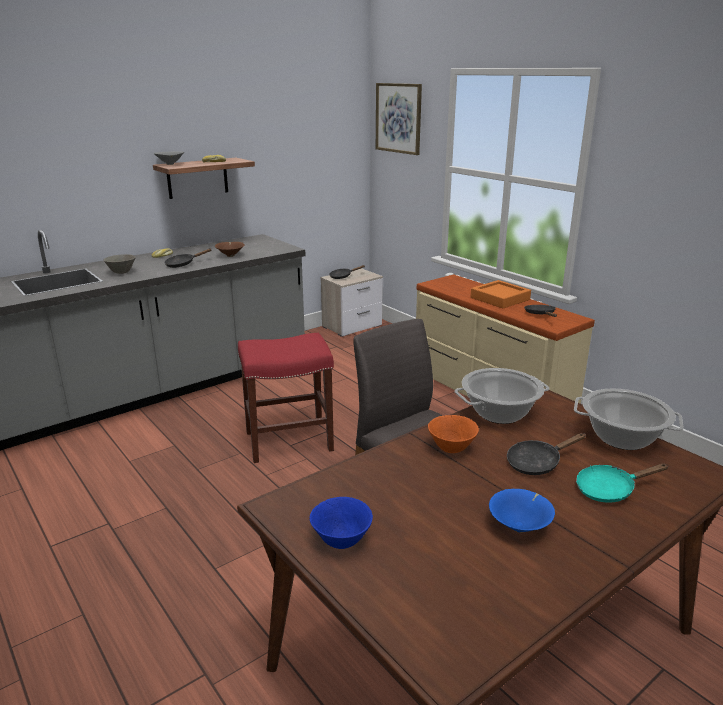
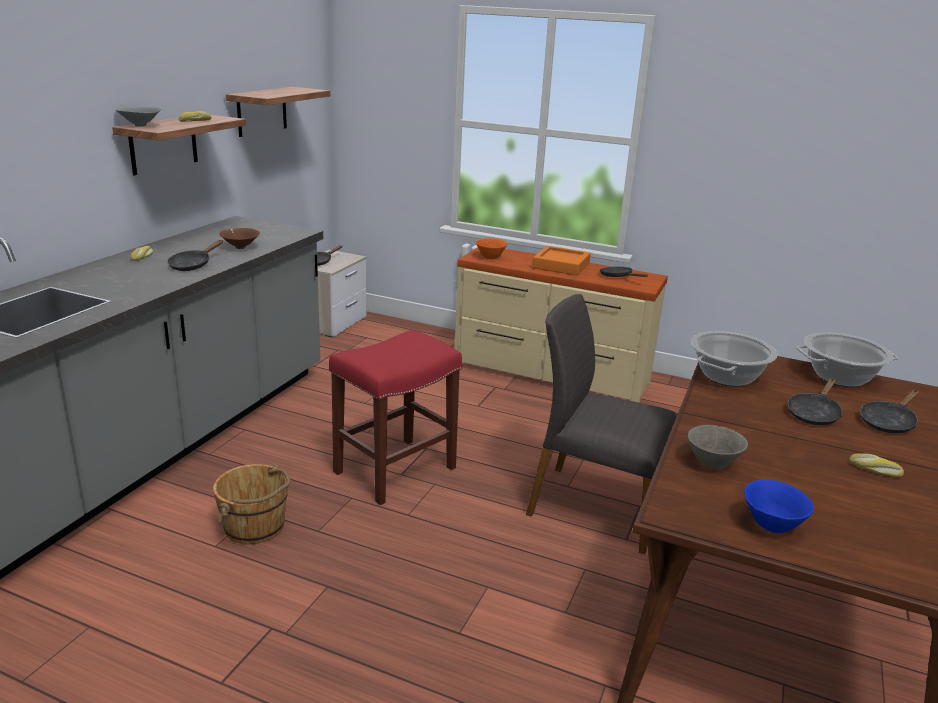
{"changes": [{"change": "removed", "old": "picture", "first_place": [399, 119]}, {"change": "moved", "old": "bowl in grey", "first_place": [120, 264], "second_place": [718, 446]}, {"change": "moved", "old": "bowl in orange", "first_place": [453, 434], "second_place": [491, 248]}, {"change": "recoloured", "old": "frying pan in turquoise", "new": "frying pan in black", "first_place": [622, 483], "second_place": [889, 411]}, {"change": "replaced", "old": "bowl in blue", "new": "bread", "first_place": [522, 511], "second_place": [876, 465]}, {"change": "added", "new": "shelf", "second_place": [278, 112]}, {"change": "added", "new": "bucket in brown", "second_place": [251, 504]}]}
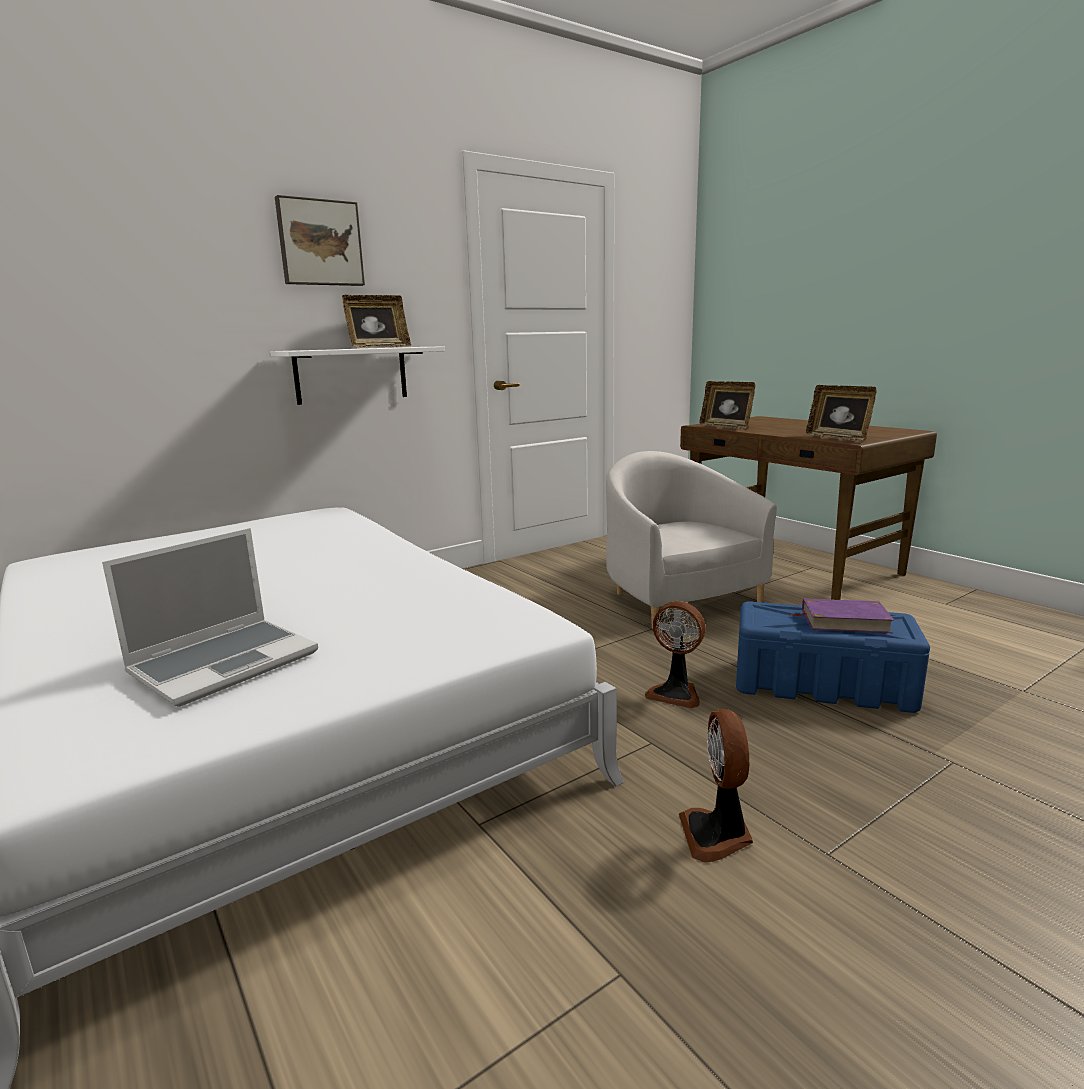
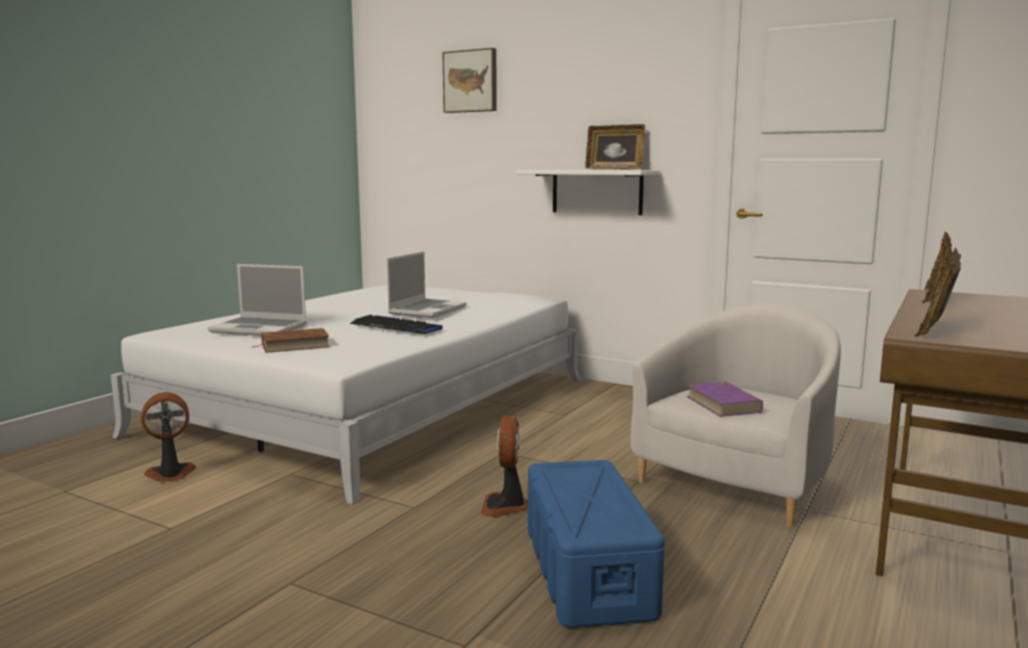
{"changes": [{"change": "moved", "old": "picture", "first_place": [320, 240], "second_place": [469, 80]}, {"change": "moved", "old": "book in purple", "first_place": [842, 616], "second_place": [725, 399]}, {"change": "moved", "old": "fan", "first_place": [716, 786], "second_place": [168, 437]}, {"change": "added", "new": "laptop", "second_place": [427, 284]}, {"change": "added", "new": "keyboard", "second_place": [396, 324]}, {"change": "added", "new": "book in brown", "second_place": [290, 340]}]}
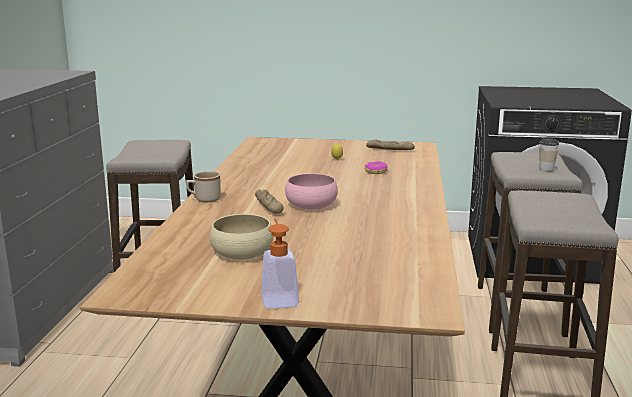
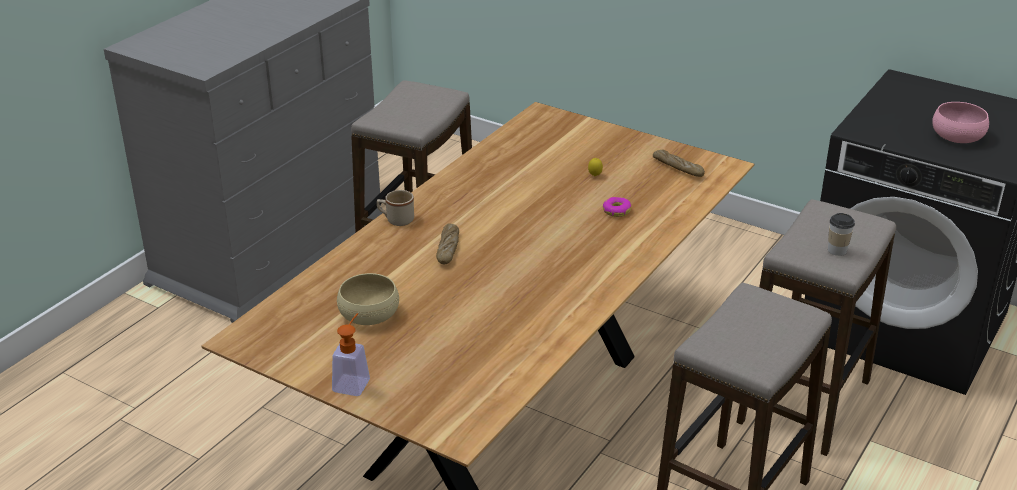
{"changes": [{"change": "moved", "old": "bowl in pink", "first_place": [311, 191], "second_place": [960, 122]}]}
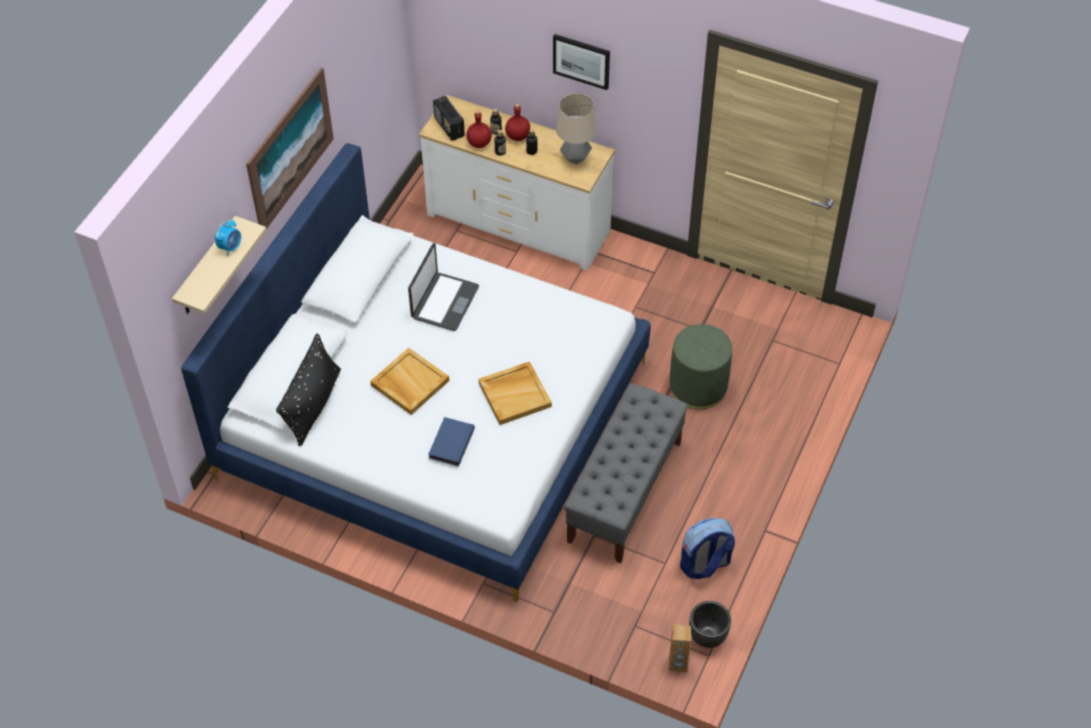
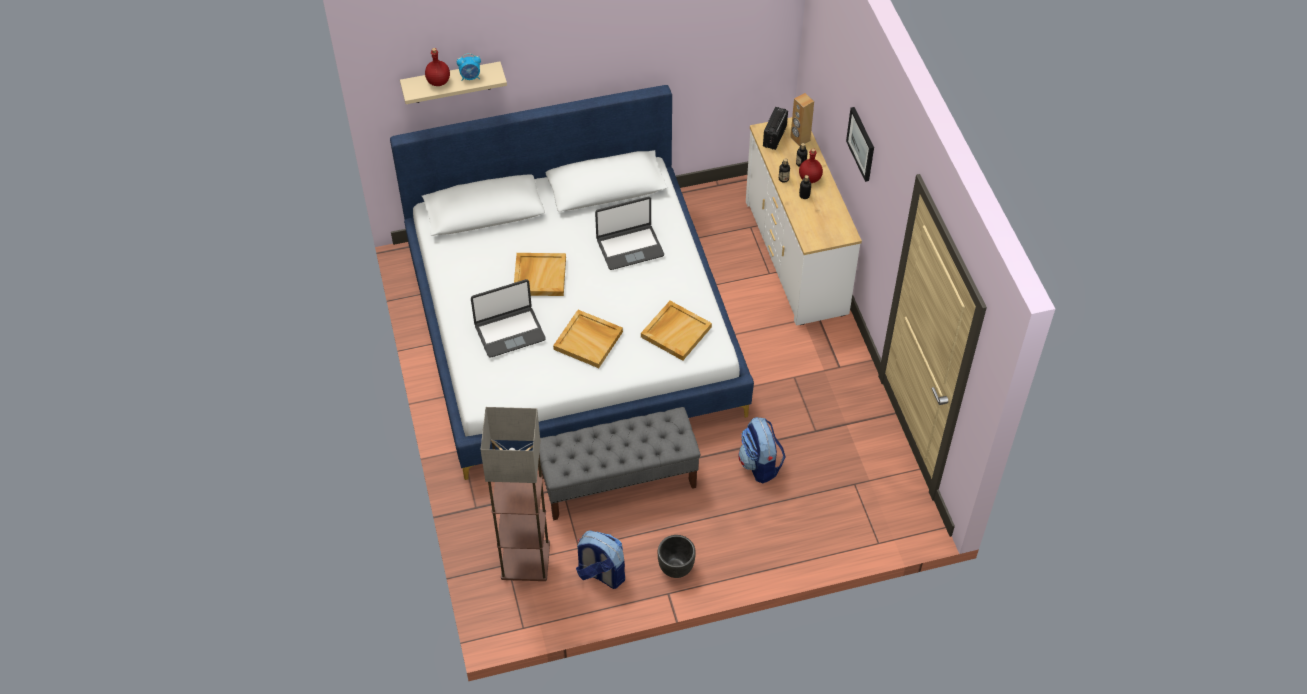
{"changes": [{"change": "removed", "old": "picture", "first_place": [290, 148]}, {"change": "removed", "old": "table lamp", "first_place": [576, 128]}, {"change": "moved", "old": "bottle in red", "first_place": [479, 129], "second_place": [437, 67]}, {"change": "replaced", "old": "ottoman in green", "new": "backpack", "first_place": [701, 366], "second_place": [762, 450]}, {"change": "removed", "old": "pillow in black", "first_place": [308, 389]}, {"change": "replaced", "old": "book in blue", "new": "laptop", "first_place": [451, 441], "second_place": [508, 318]}, {"change": "moved", "old": "planter in black", "first_place": [710, 624], "second_place": [677, 556]}, {"change": "moved", "old": "speaker in brown", "first_place": [680, 648], "second_place": [802, 119]}, {"change": "added", "new": "tray in beige", "second_place": [676, 331]}, {"change": "added", "new": "floor lamp", "second_place": [515, 494]}]}
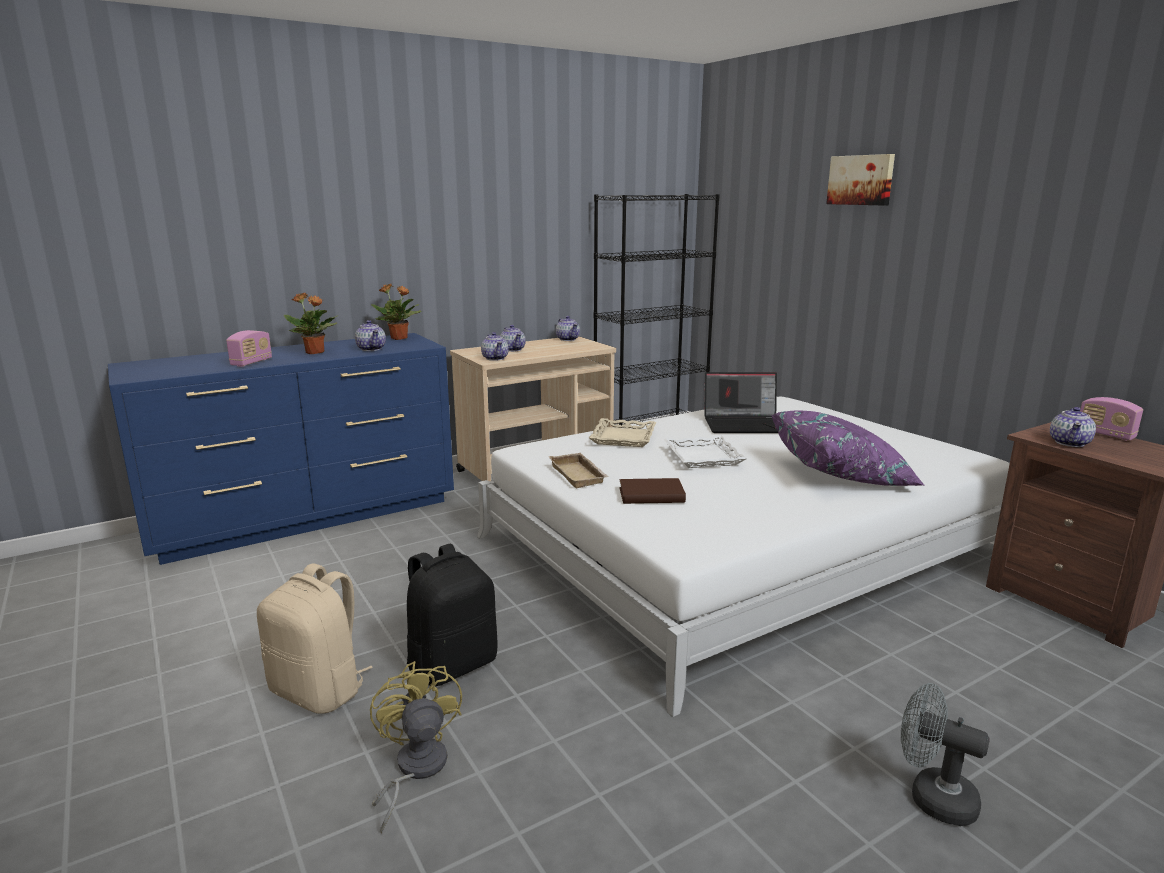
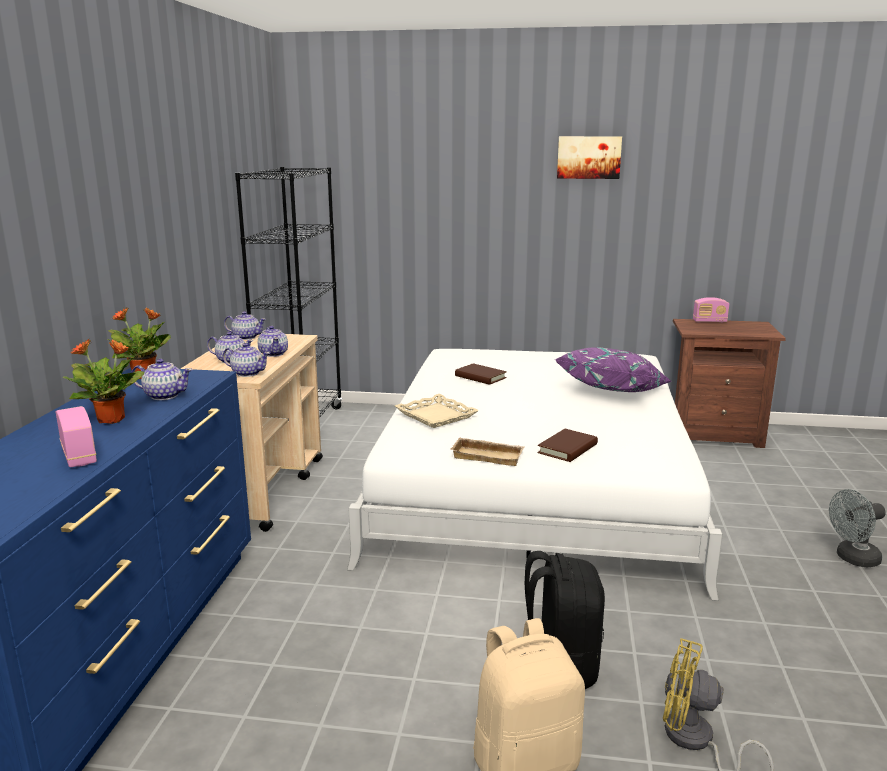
{"changes": [{"change": "moved", "old": "picture", "first_place": [860, 179], "second_place": [589, 157]}, {"change": "replaced", "old": "laptop", "new": "book in brown", "first_place": [741, 402], "second_place": [481, 374]}, {"change": "moved", "old": "teapot", "first_place": [1073, 427], "second_place": [273, 341]}, {"change": "removed", "old": "tray in white", "first_place": [705, 452]}]}
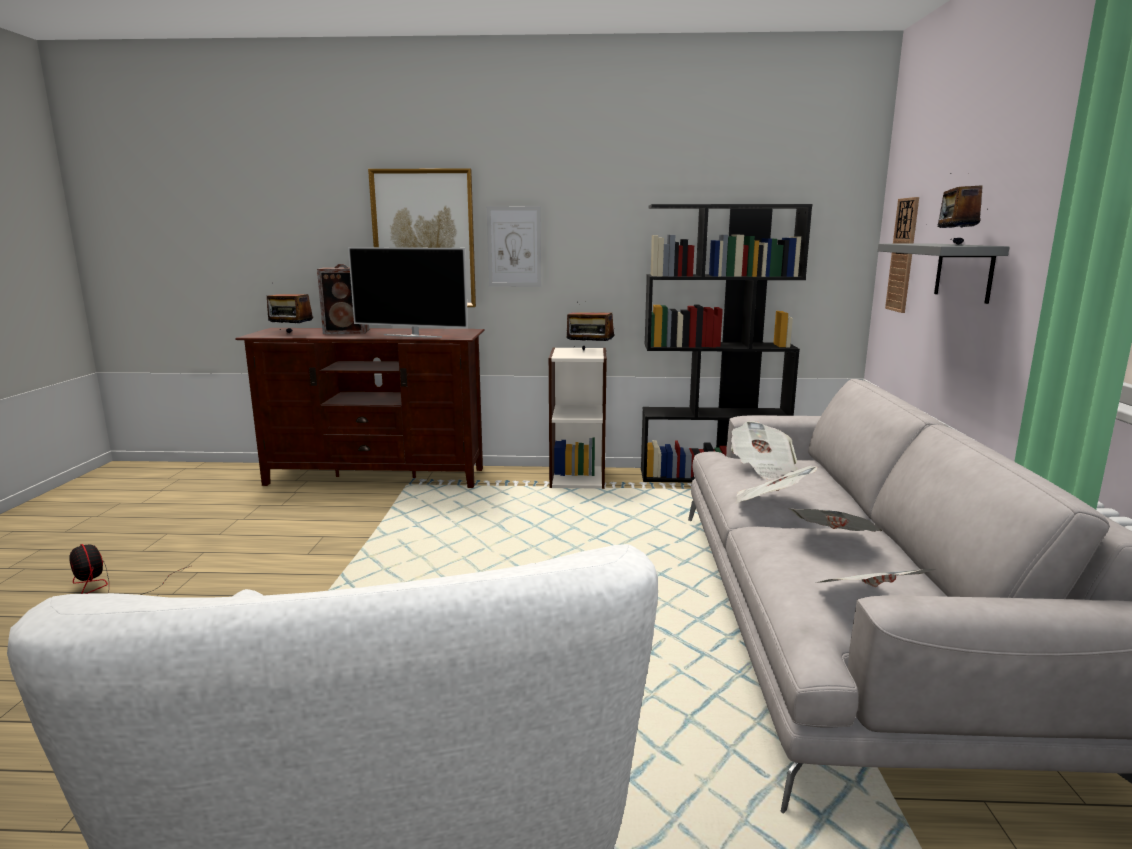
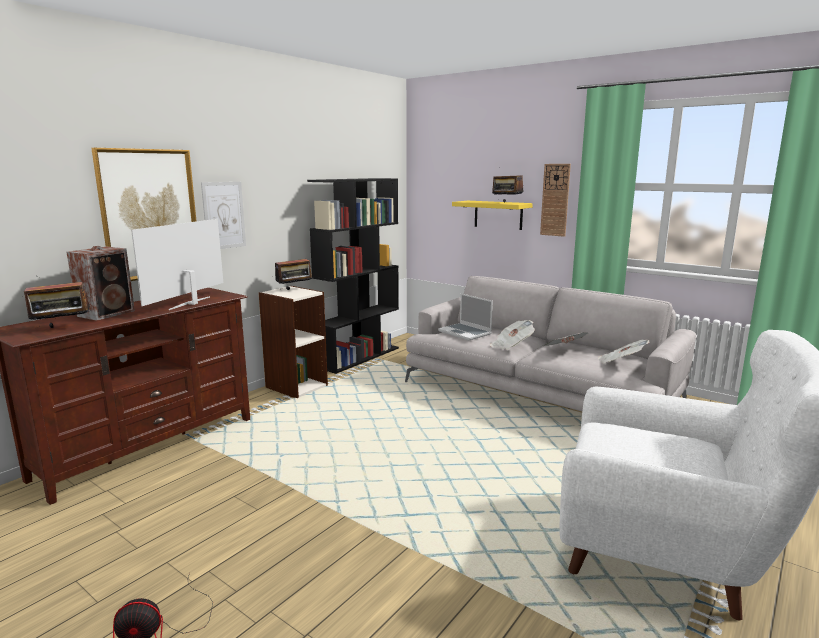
{"changes": [{"change": "moved", "old": "wall clock", "first_place": [902, 255], "second_place": [555, 200]}, {"change": "recoloured", "old": "shelf in grey", "new": "shelf in yellow", "first_place": [943, 273], "second_place": [492, 215]}, {"change": "turned", "old": "television", "first_place": [408, 292], "second_place": [177, 264], "degrees": 150}, {"change": "replaced", "old": "newspaper", "new": "laptop", "first_place": [764, 450], "second_place": [465, 317]}]}
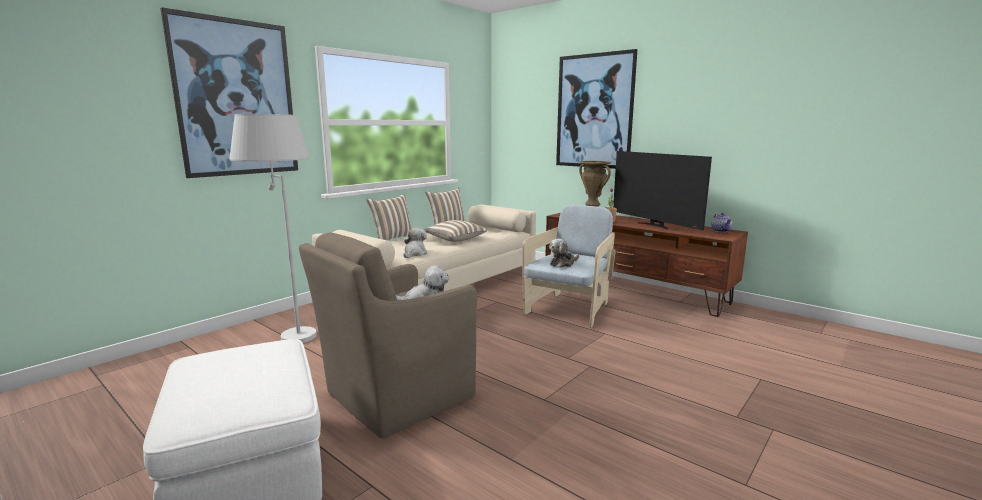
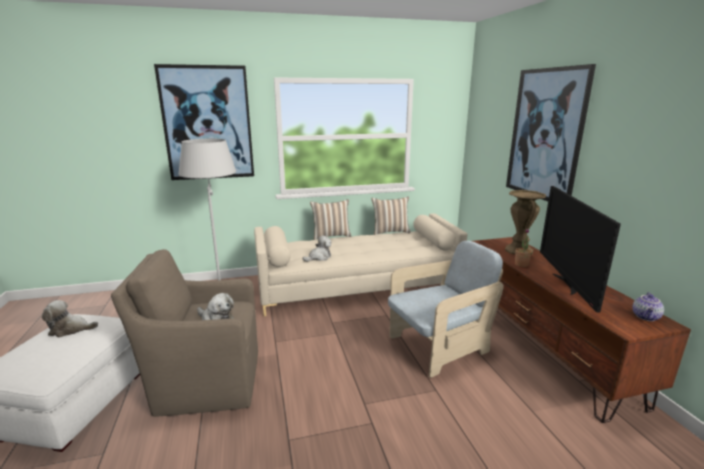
{"changes": [{"change": "removed", "old": "pillow", "first_place": [455, 231]}, {"change": "moved", "old": "plush toy", "first_place": [564, 253], "second_place": [70, 318]}]}
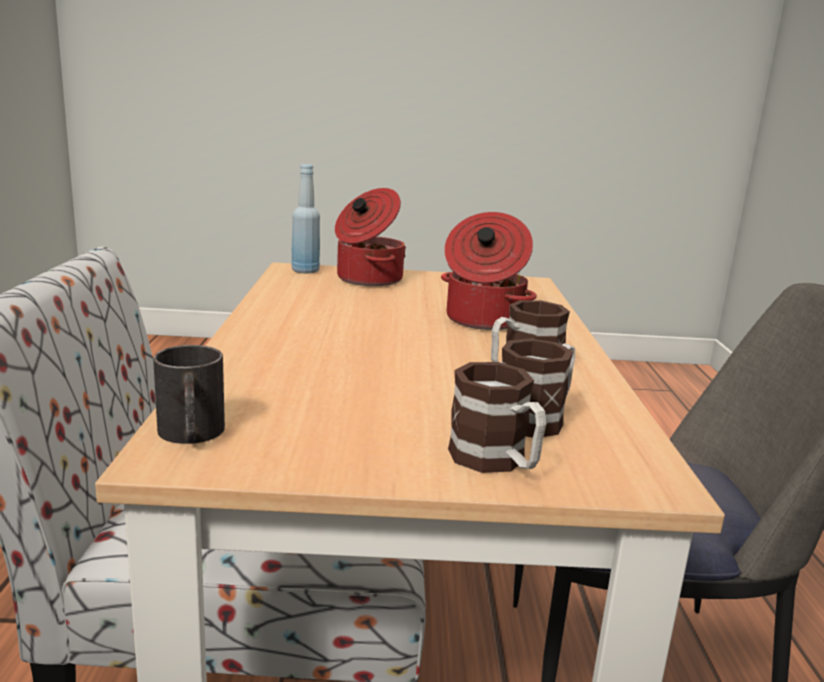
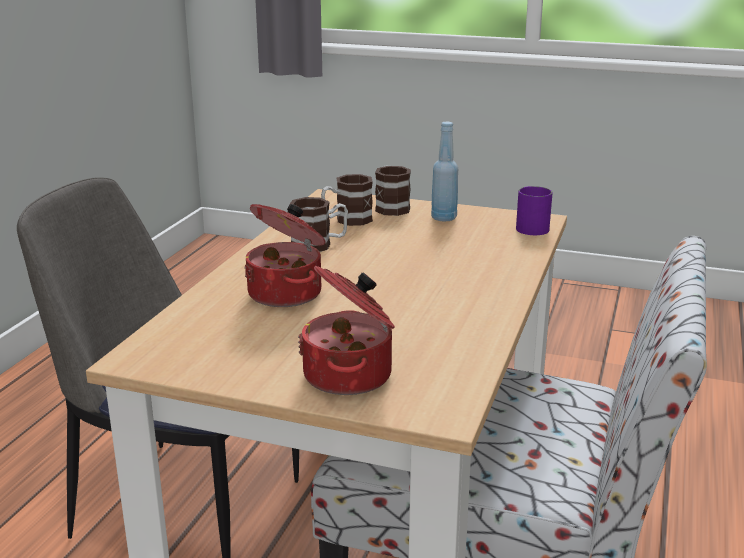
{"changes": [{"change": "moved", "old": "bottle in blue", "first_place": [305, 219], "second_place": [444, 172]}, {"change": "recoloured", "old": "mug in black", "new": "mug in purple", "first_place": [189, 394], "second_place": [534, 210]}]}
